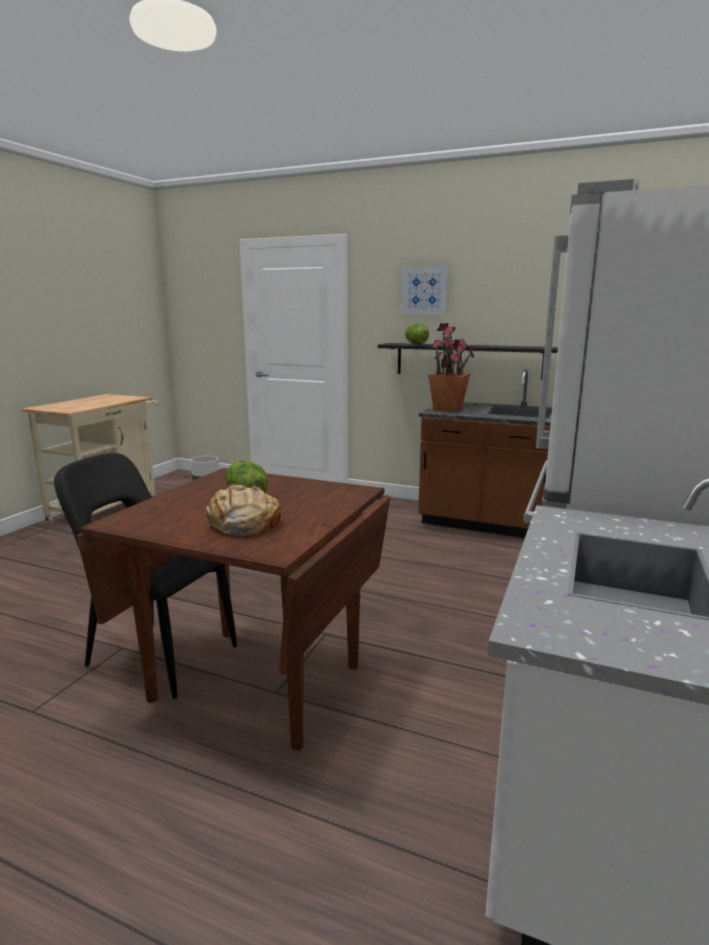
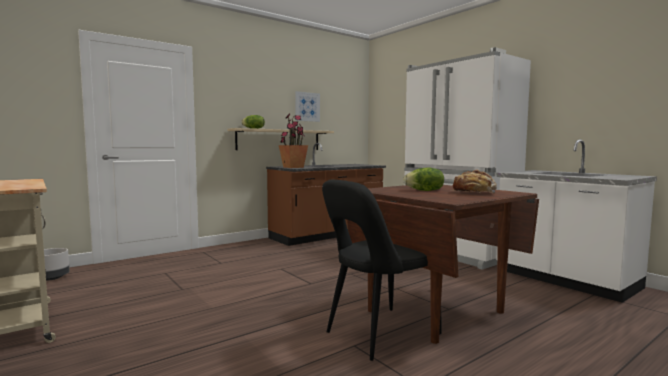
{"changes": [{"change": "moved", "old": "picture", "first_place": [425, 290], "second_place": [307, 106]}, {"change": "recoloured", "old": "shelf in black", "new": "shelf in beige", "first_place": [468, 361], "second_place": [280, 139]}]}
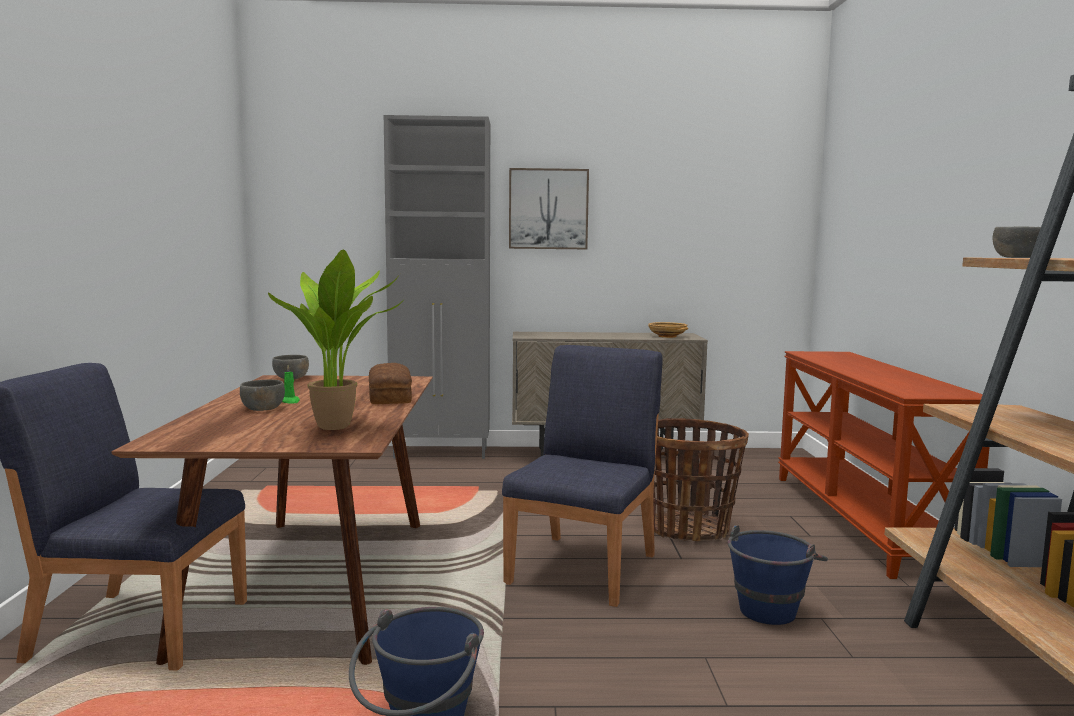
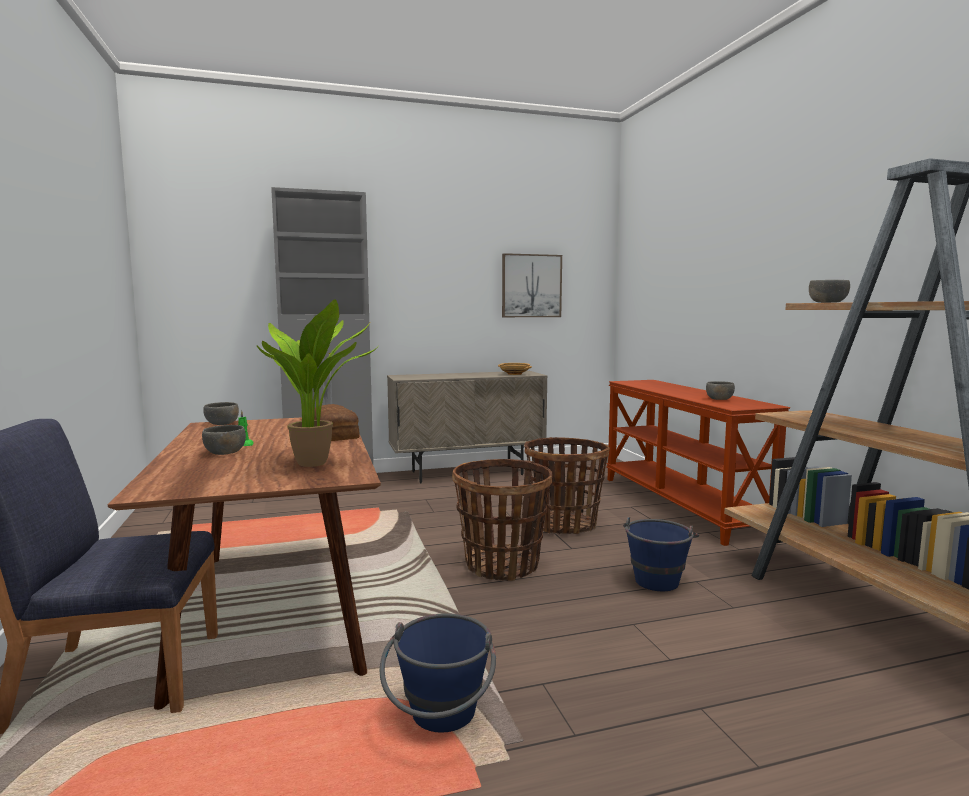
{"changes": [{"change": "moved", "old": "picture", "first_place": [549, 208], "second_place": [532, 285]}, {"change": "replaced", "old": "chair in blue", "new": "basket", "first_place": [582, 476], "second_place": [502, 520]}, {"change": "added", "new": "bowl in grey", "second_place": [720, 390]}]}
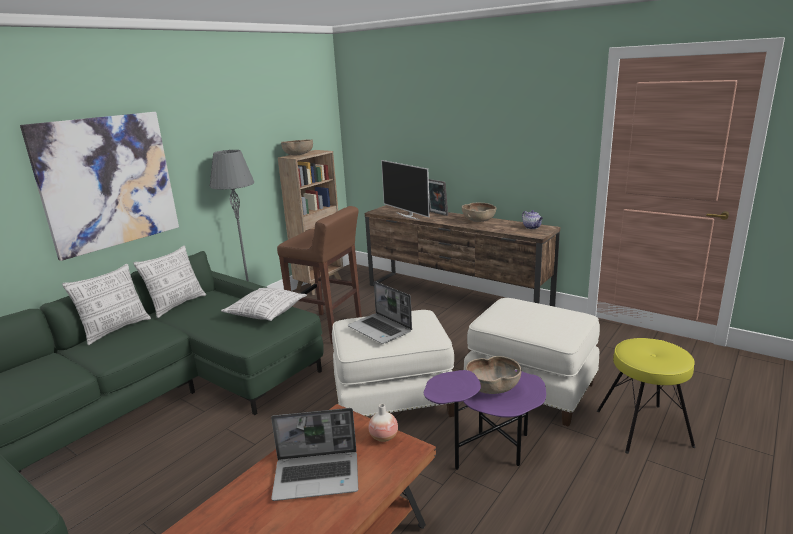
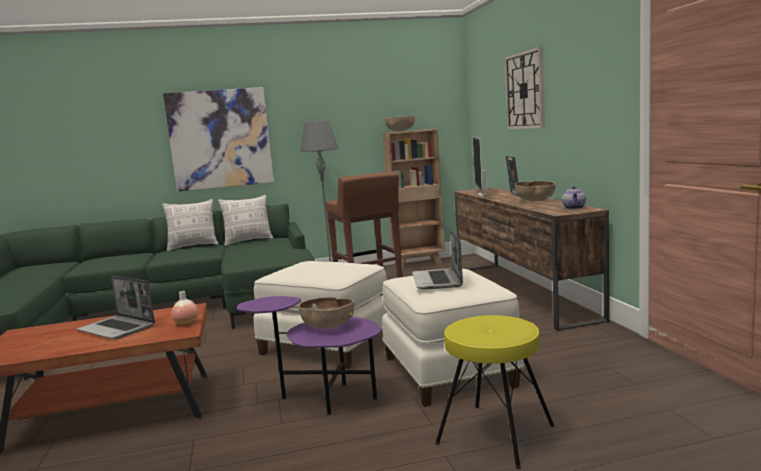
{"changes": [{"change": "moved", "old": "laptop", "first_place": [380, 312], "second_place": [437, 260]}, {"change": "removed", "old": "pillow", "first_place": [264, 304]}, {"change": "added", "new": "wall clock", "second_place": [524, 88]}]}
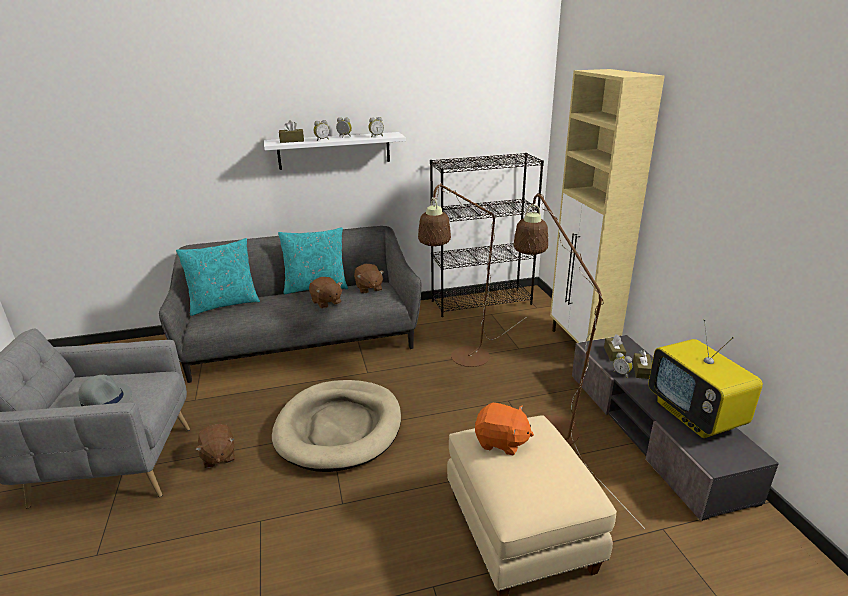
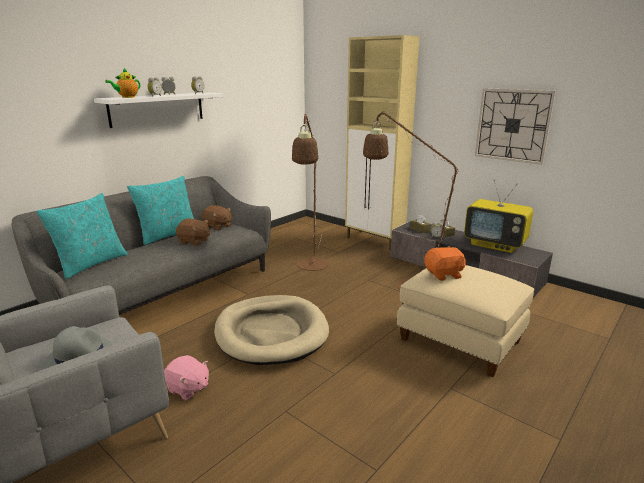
{"changes": [{"change": "replaced", "old": "tissue box in brown", "new": "teapot", "first_place": [291, 131], "second_place": [122, 82]}, {"change": "removed", "old": "bookcase in black", "first_place": [487, 235]}, {"change": "recoloured", "old": "plush toy in brown", "new": "plush toy in pink", "first_place": [215, 446], "second_place": [186, 378]}, {"change": "added", "new": "wall clock", "second_place": [515, 126]}]}
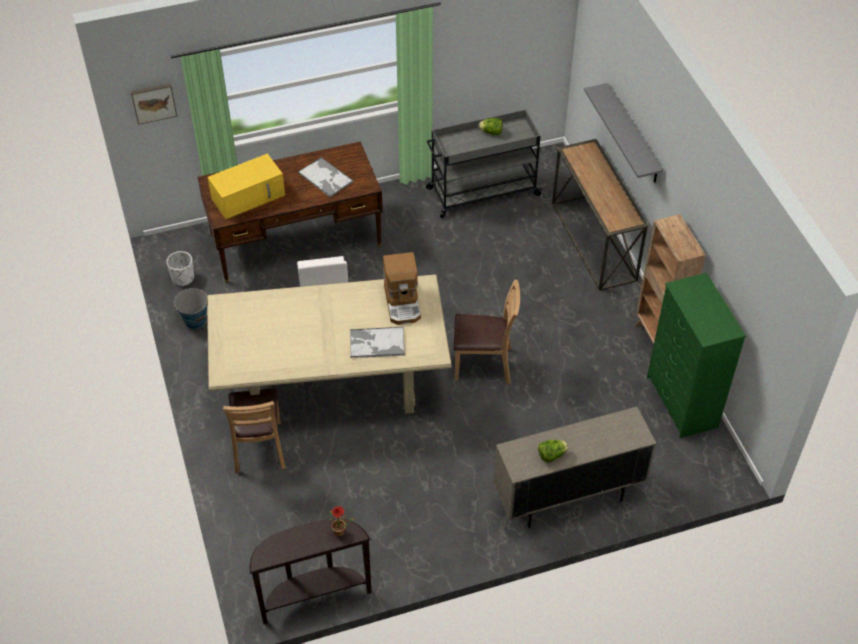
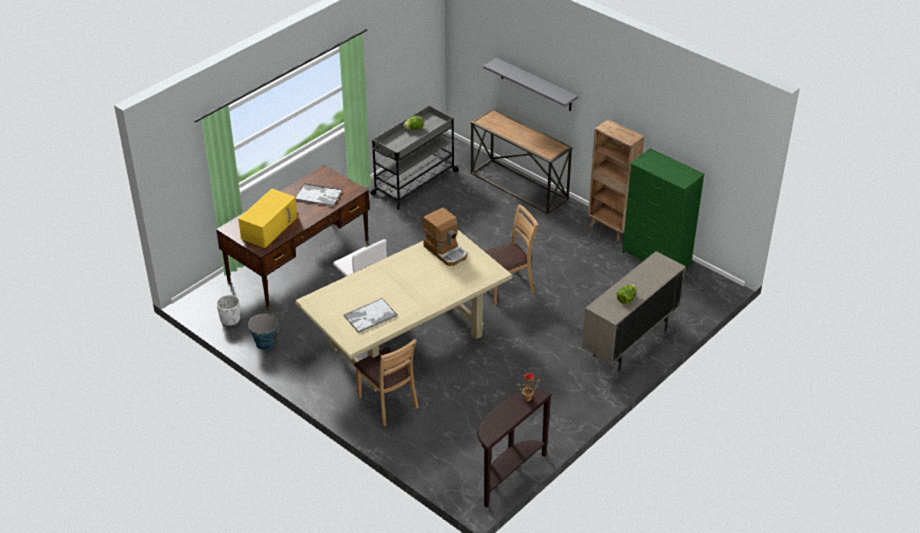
{"changes": [{"change": "removed", "old": "picture", "first_place": [154, 104]}, {"change": "moved", "old": "tray", "first_place": [377, 342], "second_place": [371, 315]}]}
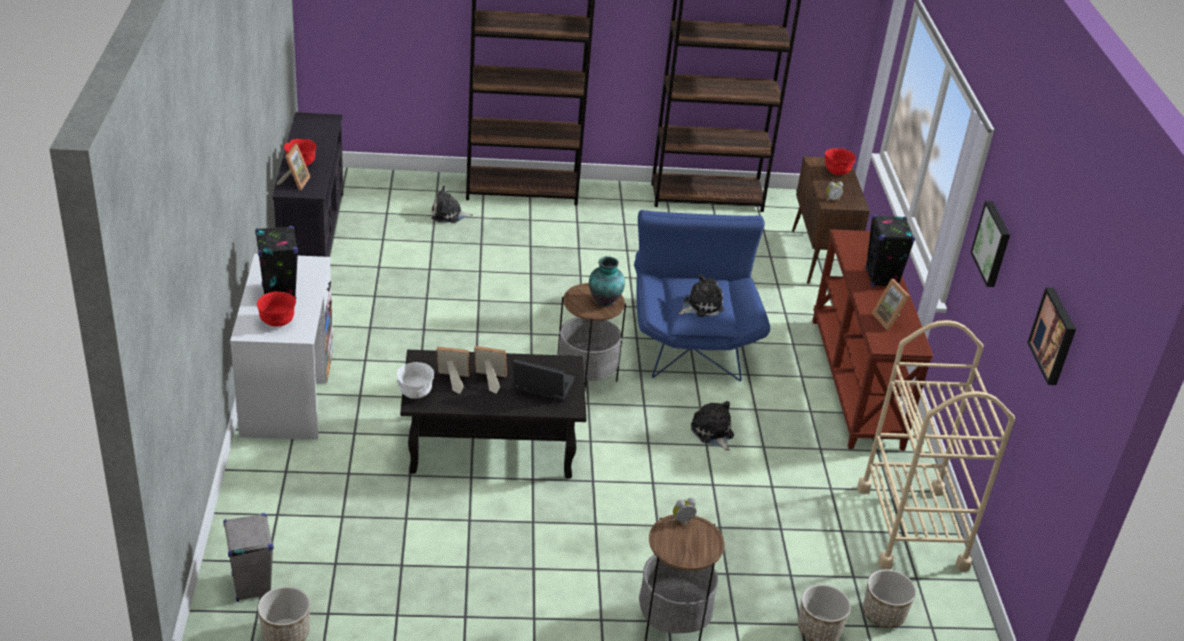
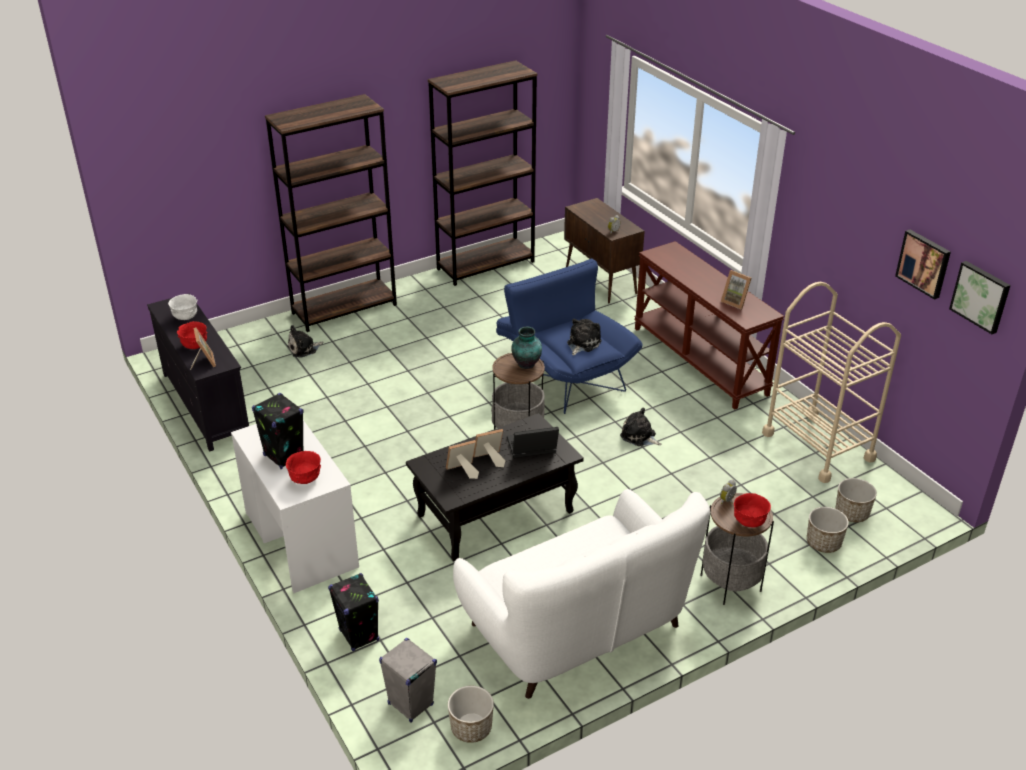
{"changes": [{"change": "moved", "old": "bowl in red", "first_place": [840, 161], "second_place": [752, 510]}, {"change": "moved", "old": "picture", "first_place": [990, 244], "second_place": [980, 297]}, {"change": "moved", "old": "speaker in black", "first_place": [890, 250], "second_place": [353, 612]}, {"change": "moved", "old": "bowl in white", "first_place": [415, 380], "second_place": [182, 307]}, {"change": "added", "new": "sofa in white", "second_place": [581, 594]}]}
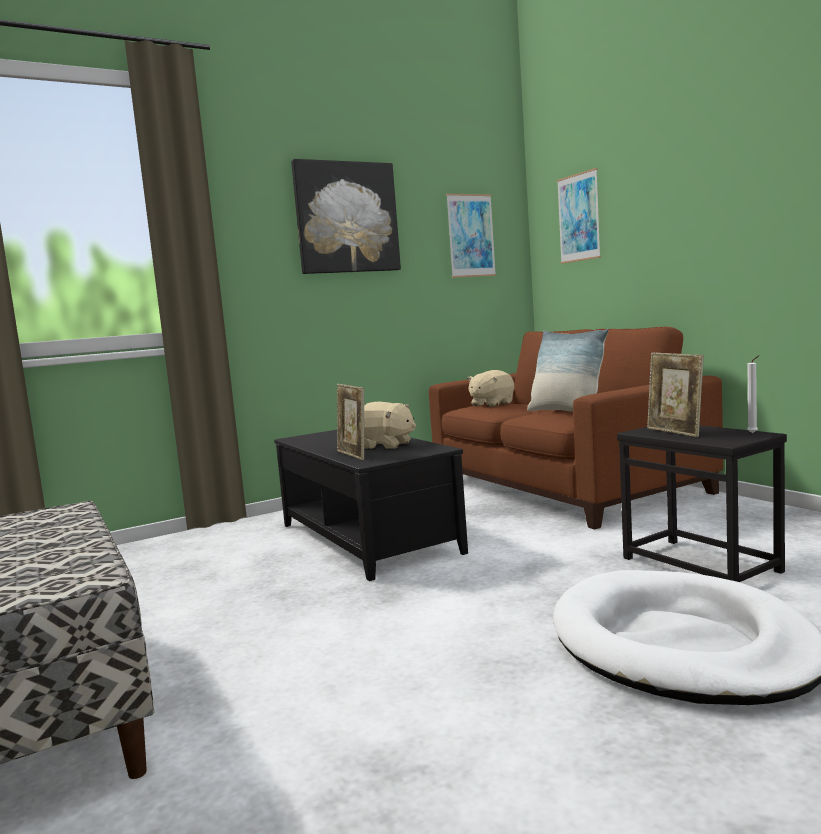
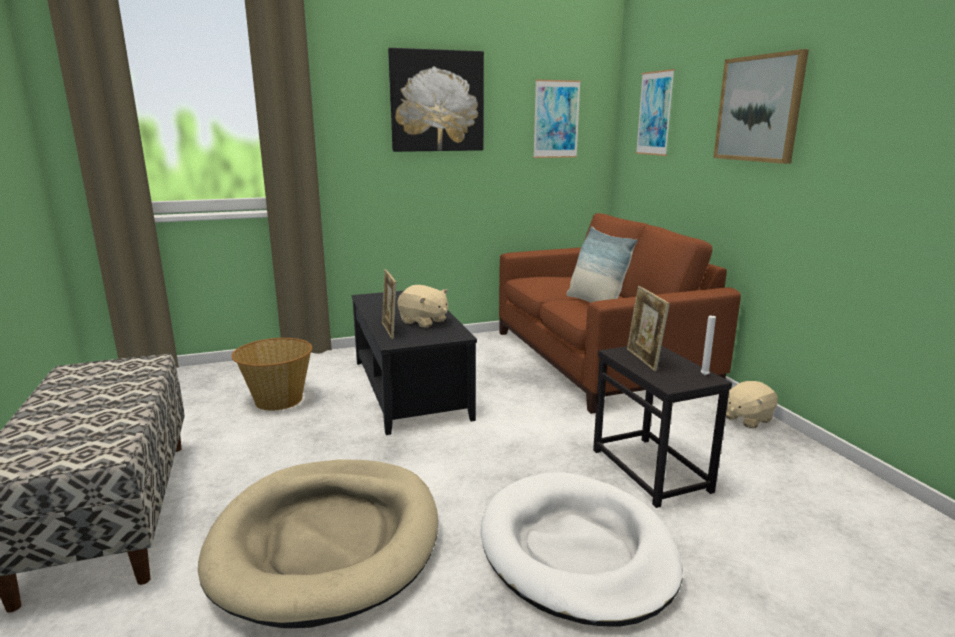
{"changes": [{"change": "moved", "old": "plush toy in beige", "first_place": [490, 388], "second_place": [752, 404]}, {"change": "added", "new": "picture", "second_place": [761, 106]}, {"change": "added", "new": "basket", "second_place": [271, 374]}, {"change": "added", "new": "dog bed in beige", "second_place": [318, 544]}]}
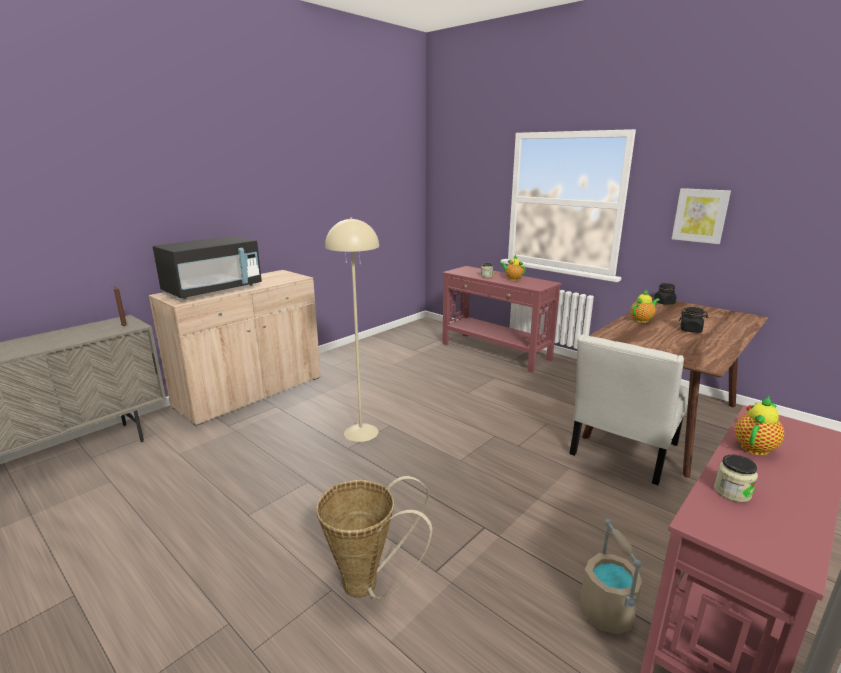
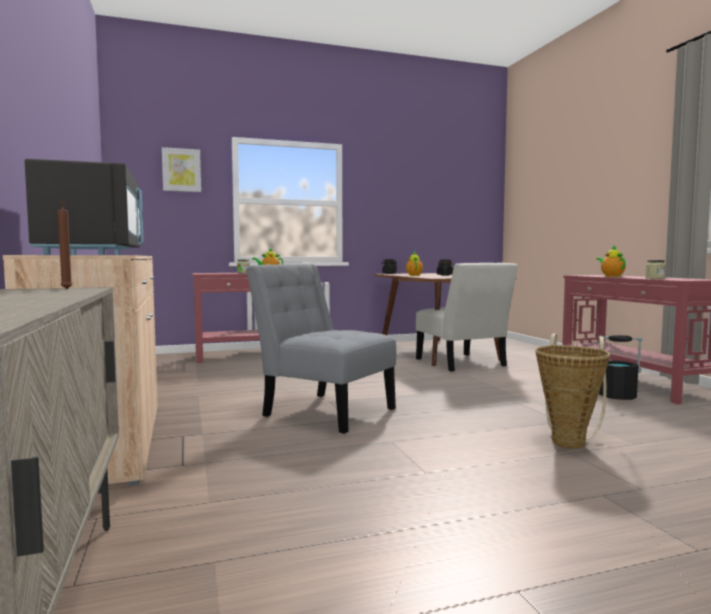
{"changes": [{"change": "moved", "old": "picture", "first_place": [701, 216], "second_place": [181, 169]}, {"change": "replaced", "old": "floor lamp in beige", "new": "chair in grey", "first_place": [352, 329], "second_place": [321, 349]}, {"change": "recoloured", "old": "bucket in beige", "new": "bucket in black", "first_place": [610, 576], "second_place": [620, 367]}]}
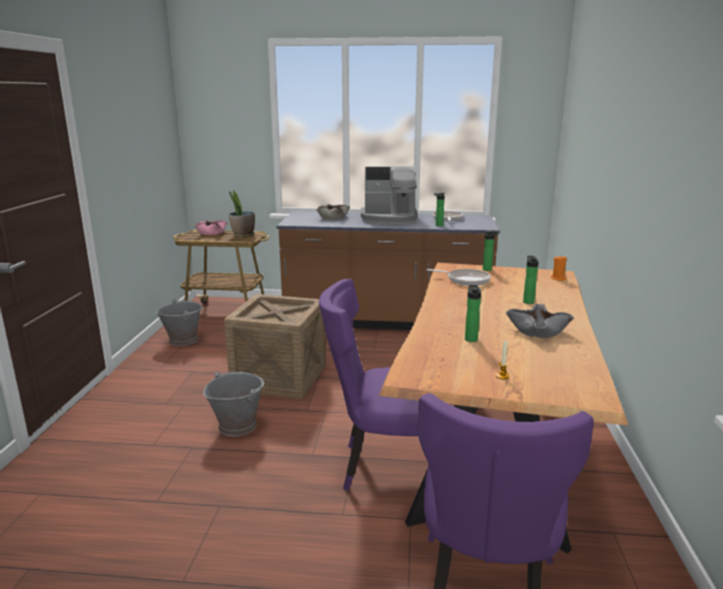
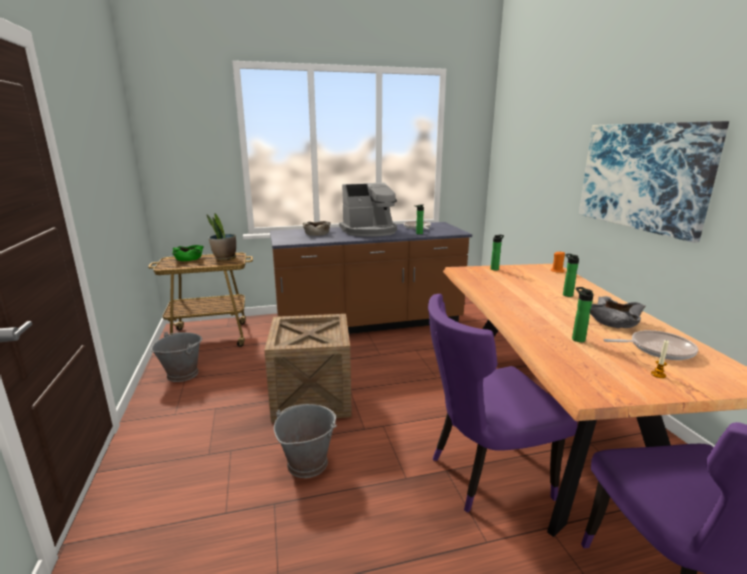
{"changes": [{"change": "recoloured", "old": "bowl in pink", "new": "bowl in green", "first_place": [211, 227], "second_place": [188, 253]}, {"change": "moved", "old": "frying pan", "first_place": [459, 277], "second_place": [651, 345]}, {"change": "added", "new": "picture", "second_place": [654, 182]}]}
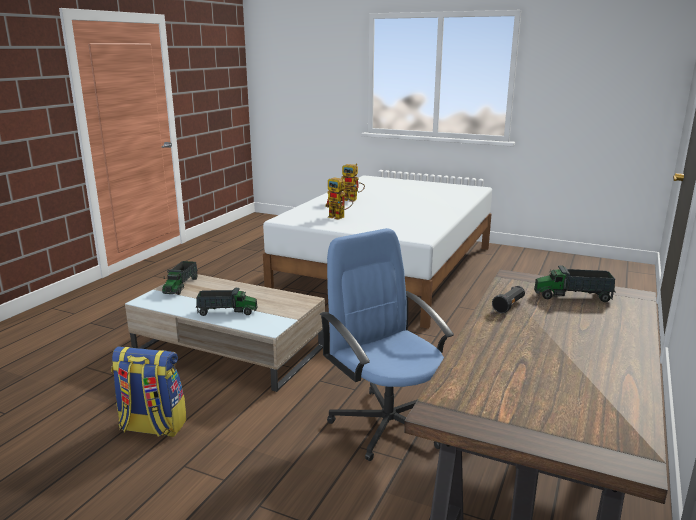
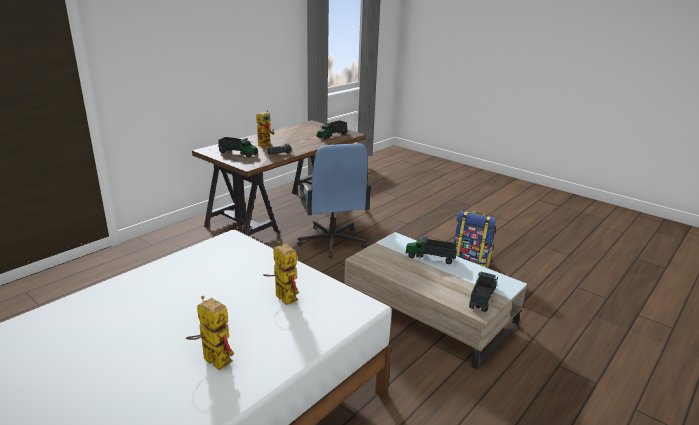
{"changes": [{"change": "added", "new": "toy robot", "second_place": [265, 128]}, {"change": "added", "new": "toy truck", "second_place": [332, 130]}]}
